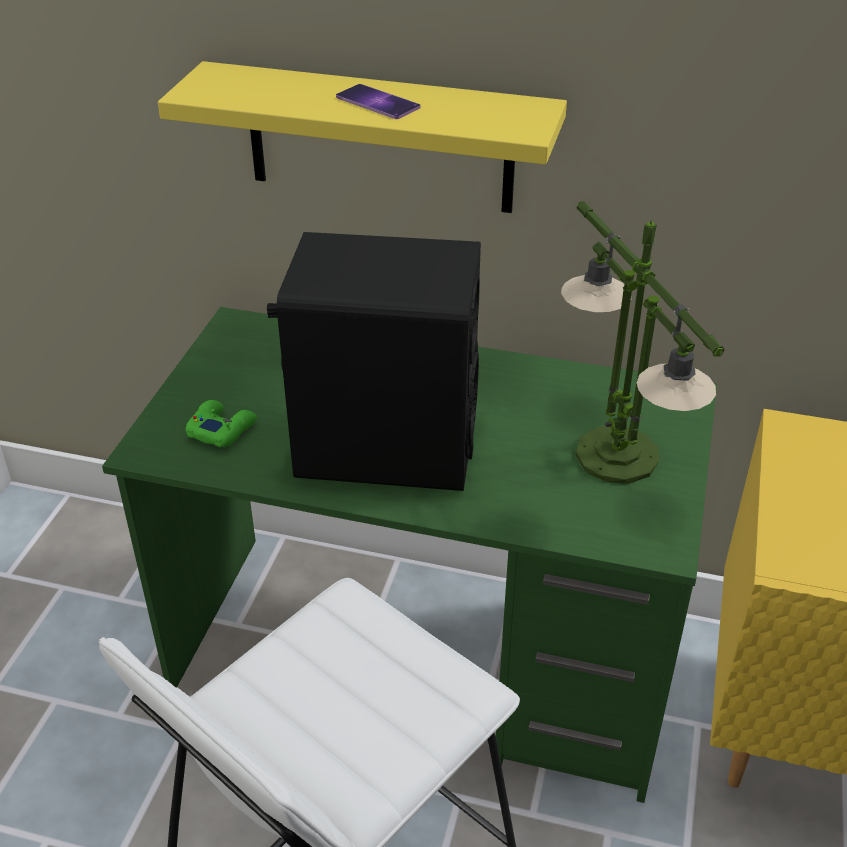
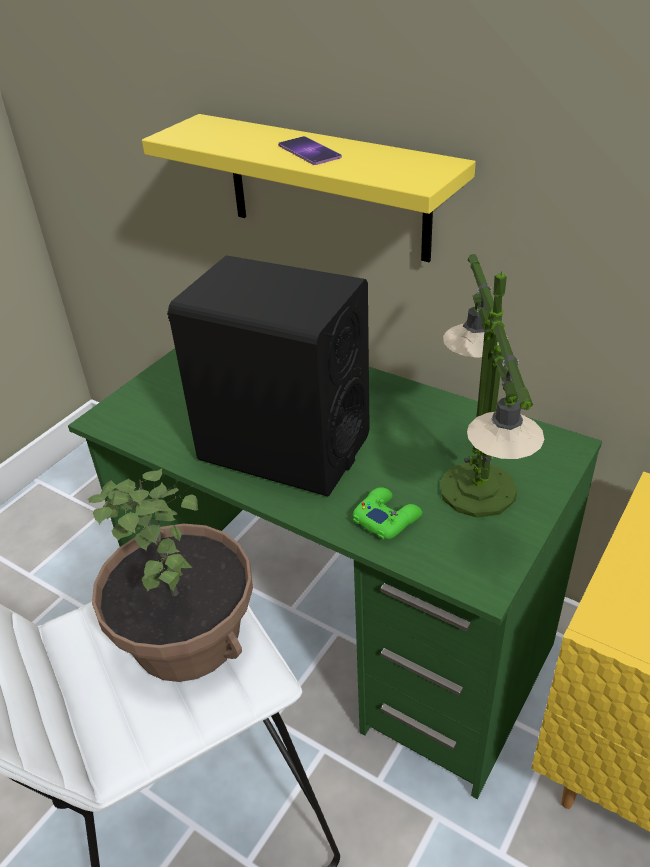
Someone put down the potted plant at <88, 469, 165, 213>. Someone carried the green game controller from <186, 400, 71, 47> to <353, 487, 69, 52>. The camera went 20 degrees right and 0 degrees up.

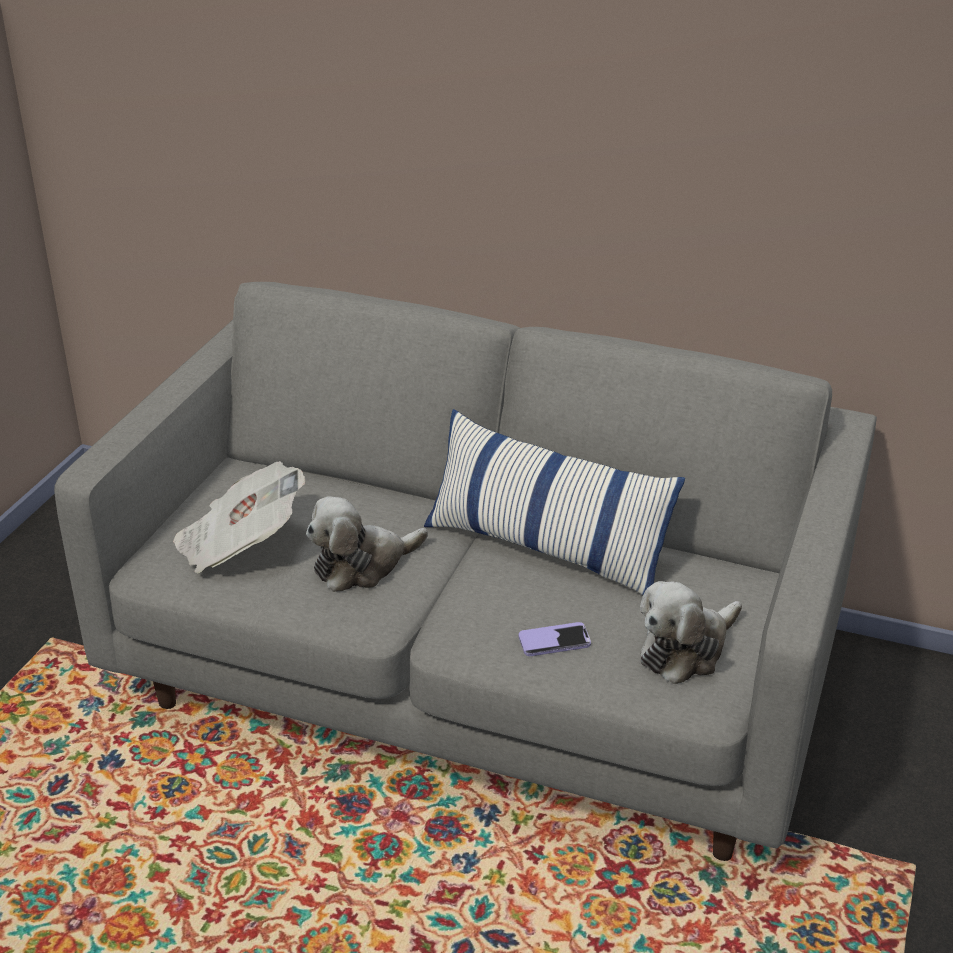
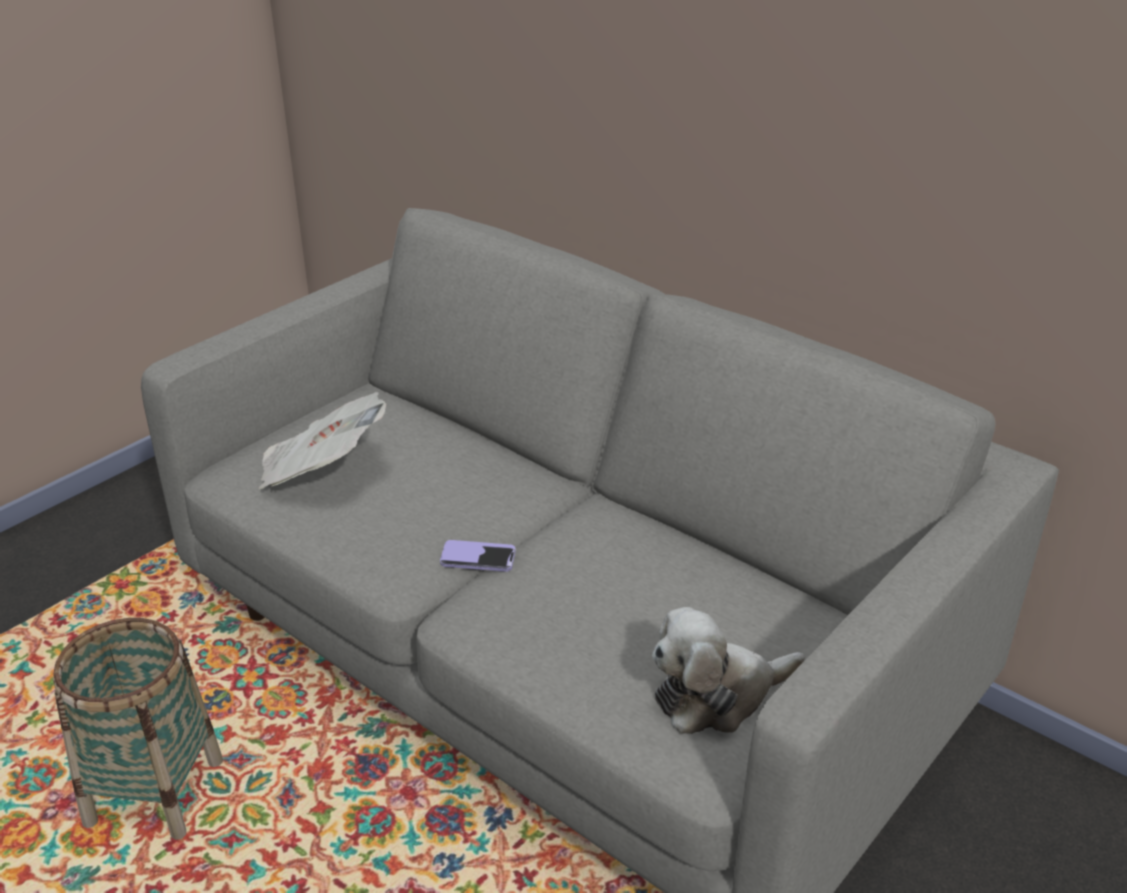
Someone put down the basket at <53, 618, 170, 222>. Someone carried the phone from <519, 622, 72, 34> to <440, 540, 76, 32>. Someone took away the plush toy at <306, 496, 122, 96>. Someone took away the pillow at <424, 409, 261, 186>. The camera went 20 degrees right and 0 degrees up.

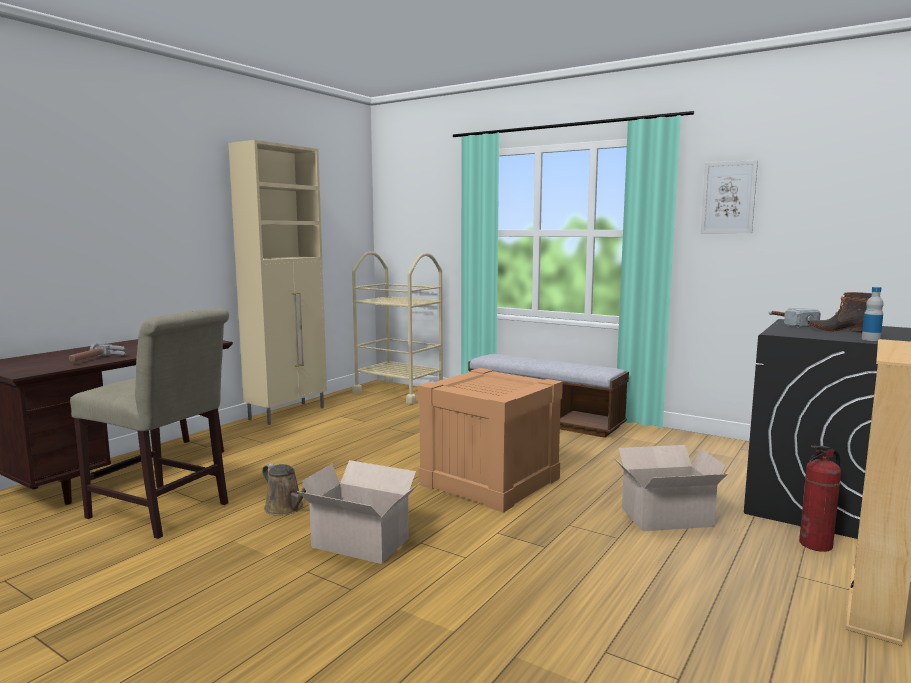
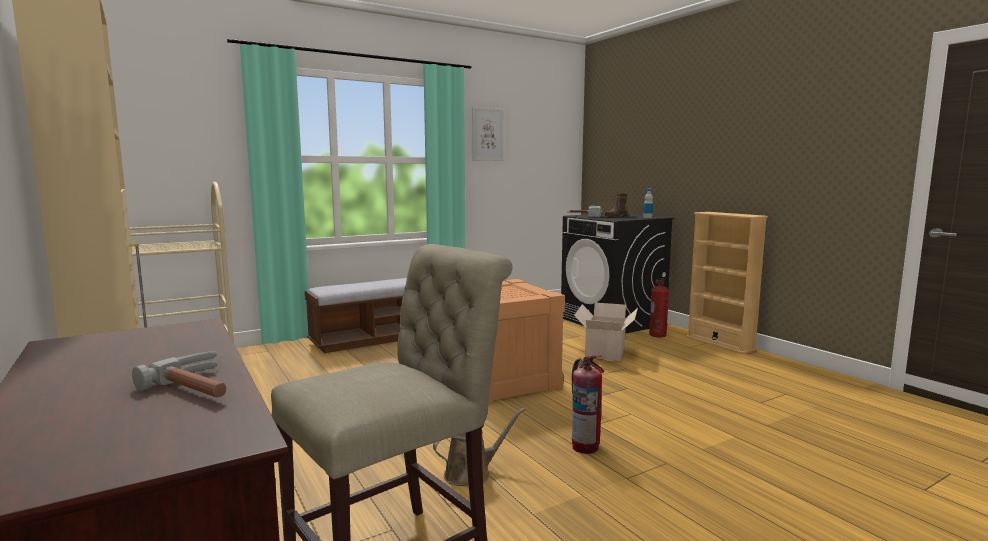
Someone swapped the cardboard box at <297, 460, 123, 104> for the fire extinguisher at <571, 355, 34, 99>. The camera went 65 degrees left and 0 degrees up.

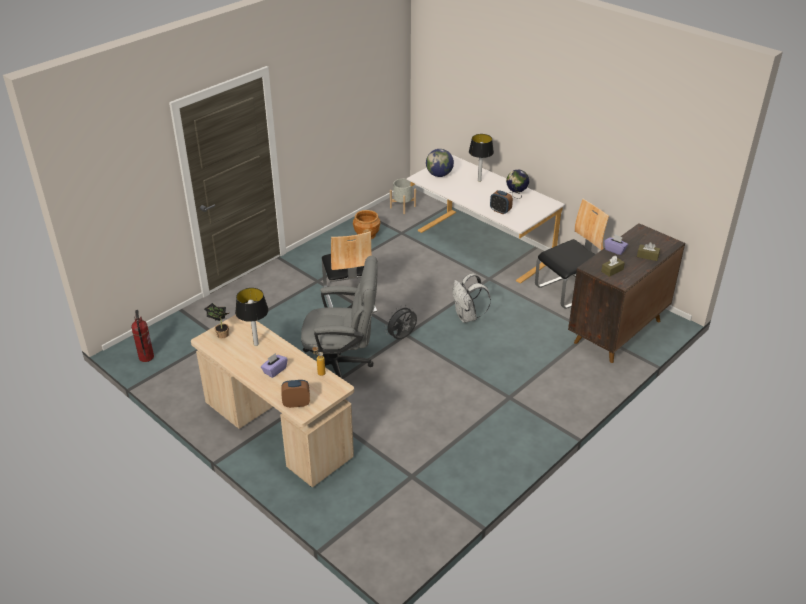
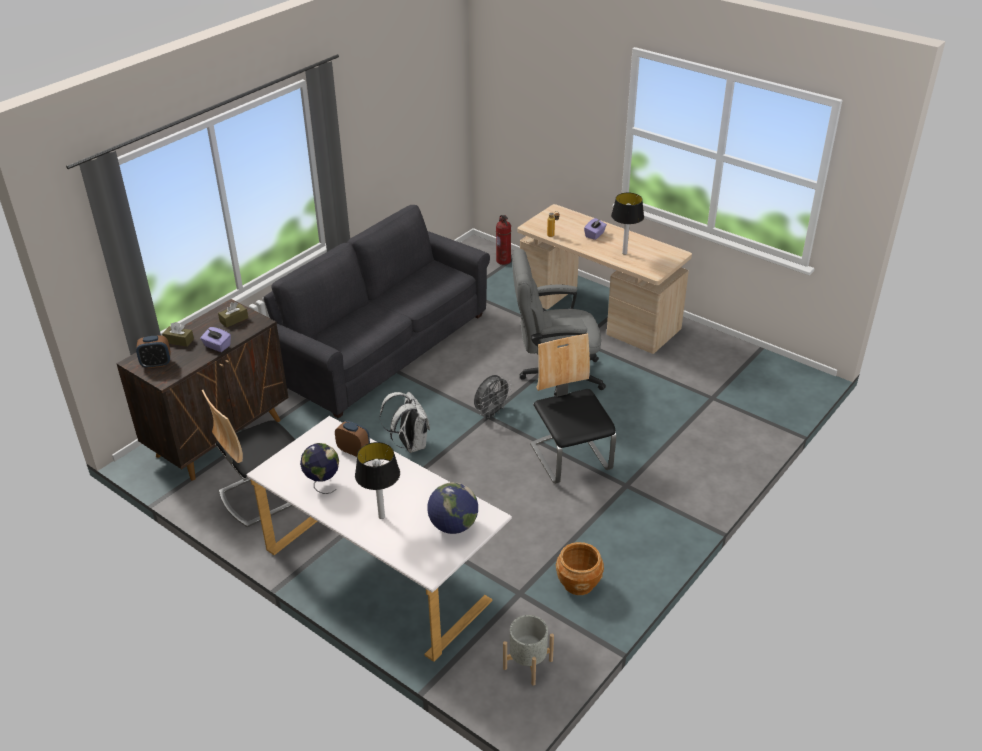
Someone carried the alarm clock from <281, 380, 29, 28> to <136, 336, 35, 32>. Someone put down the grey sofa at <263, 205, 227, 214>. Someone carried the fire extinguisher from <131, 310, 23, 52> to <496, 215, 15, 50>. Someone took away the potted plant at <204, 303, 25, 35>. The camera went 175 degrees right and 0 degrees up.

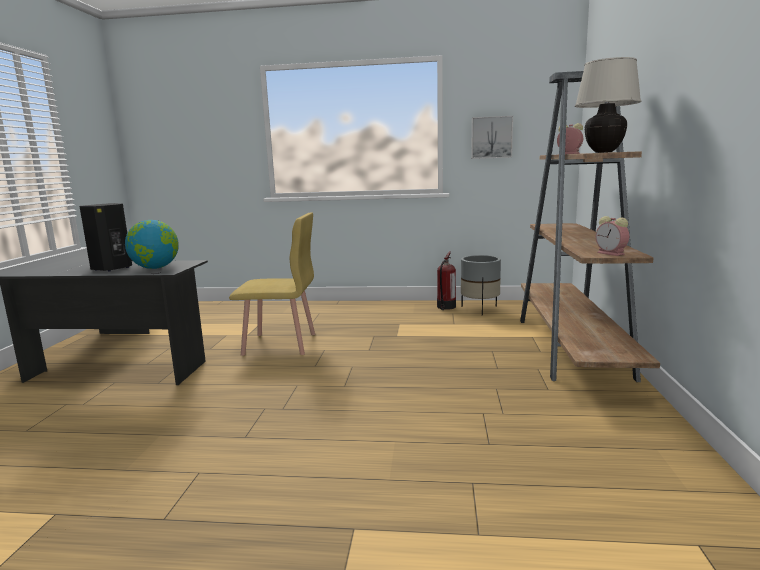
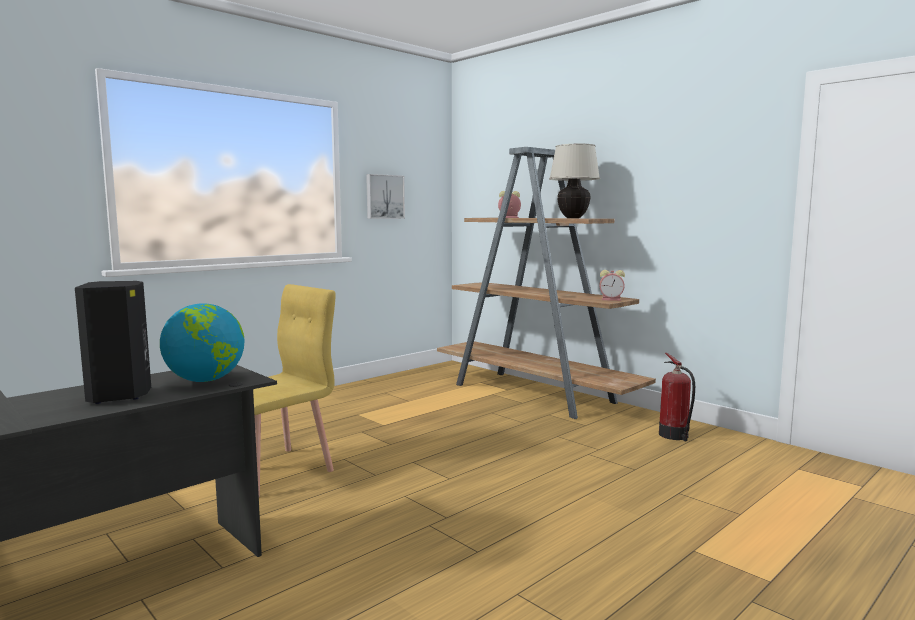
Someone carried the fire extinguisher from <437, 251, 19, 59> to <659, 353, 36, 88>. Someone took away the grey planter at <461, 255, 40, 61>. The camera went 50 degrees left and 5 degrees down.

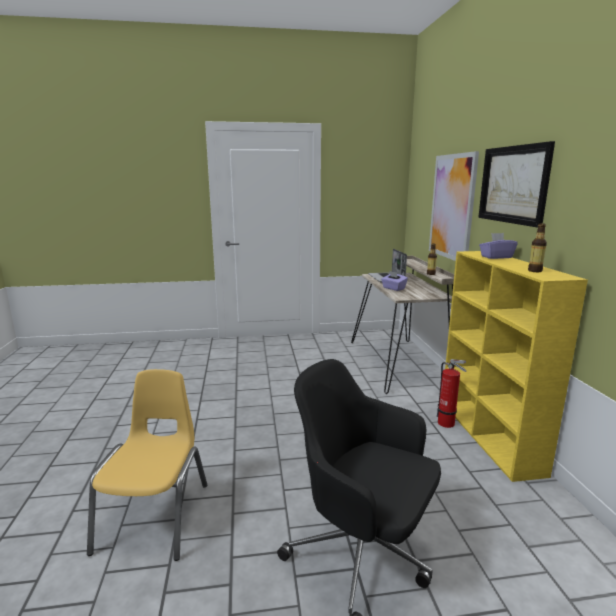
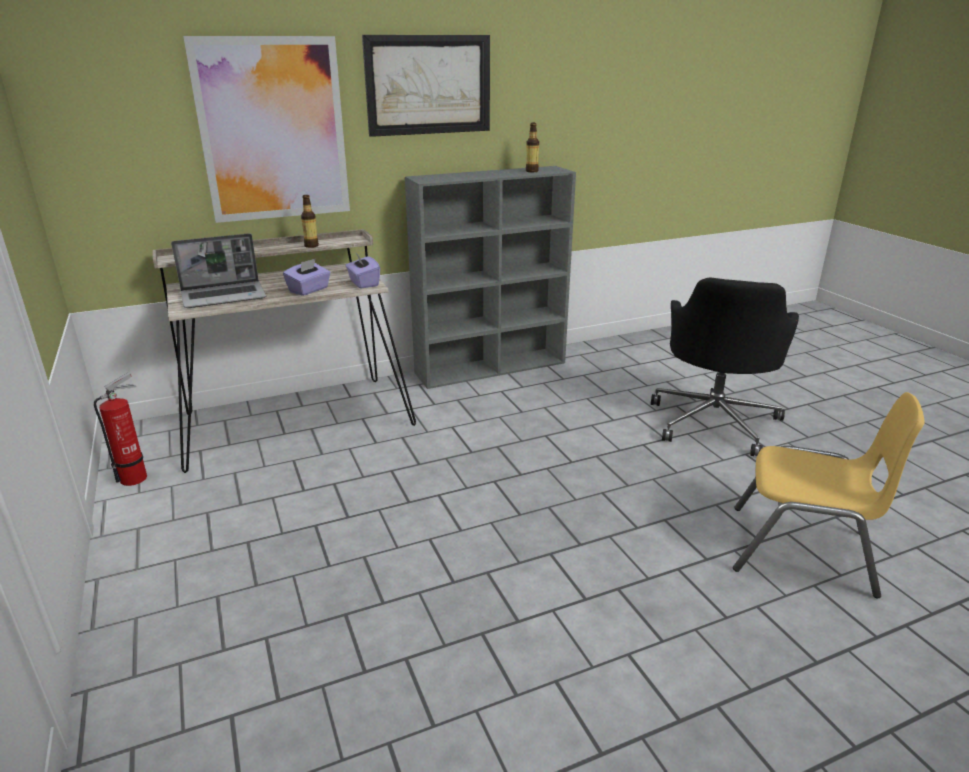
Someone carried the fire extinguisher from <437, 359, 30, 69> to <94, 372, 53, 114>. Someone carried the purple tissue box from <479, 233, 39, 26> to <346, 253, 34, 36>. Someone repainted the yellow bookcase at <445, 251, 143, 231>, which became the grey bookcase at <405, 166, 171, 223>. Someone rotated the yellow chair at <87, 369, 120, 192> by 150 degrees counterclockwise. The camera went 105 degrees left and 10 degrees up.

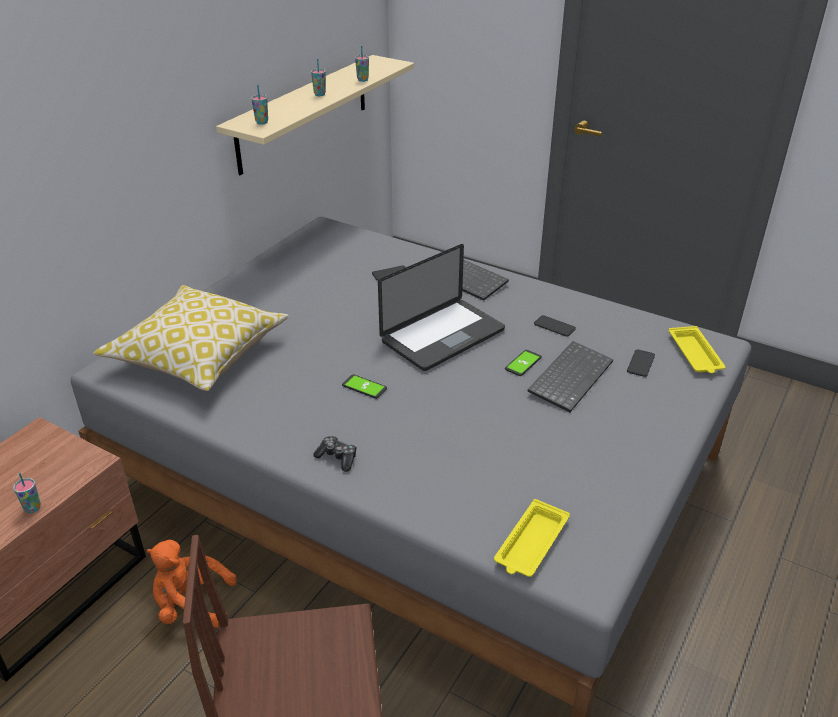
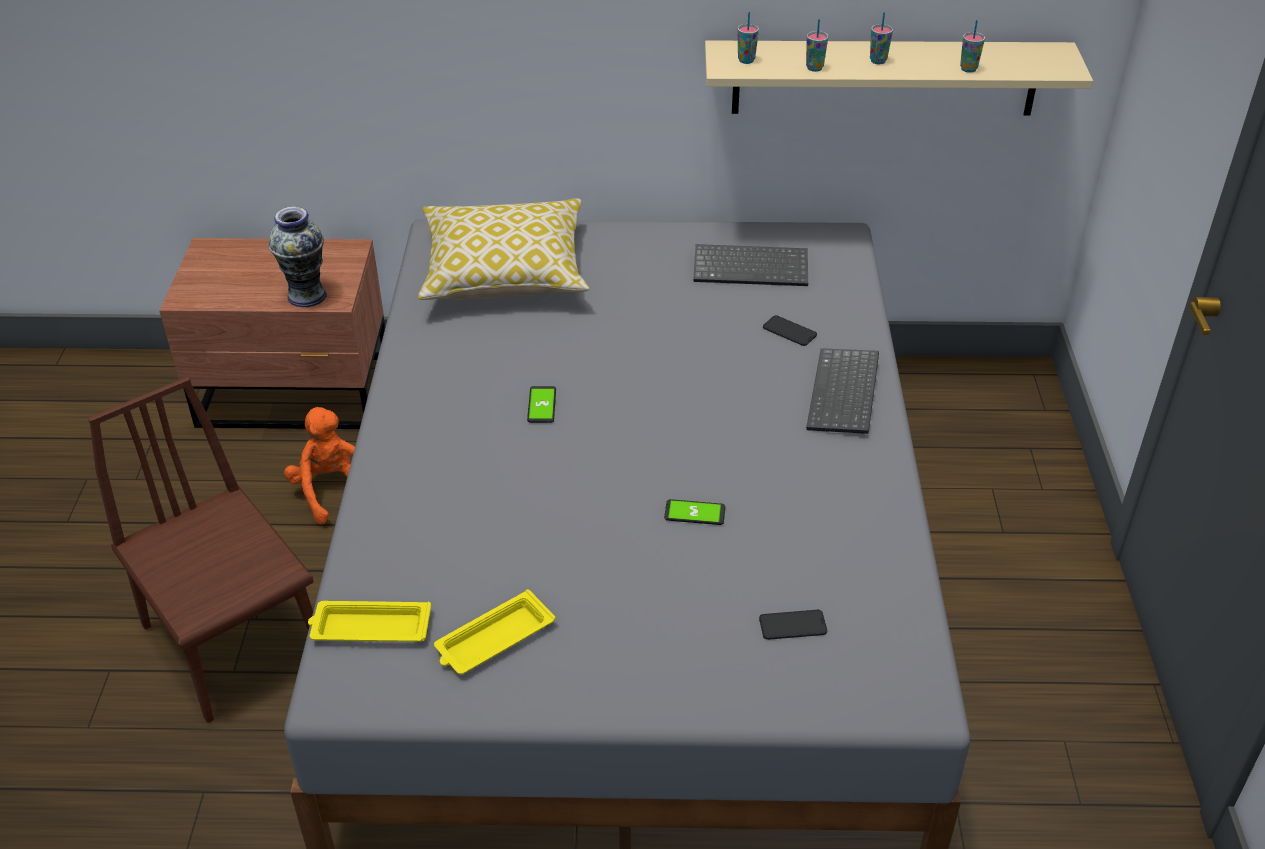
Someone put down the vase at <269, 207, 58, 100>. Someone carried the yellow tray from <669, 326, 56, 47> to <434, 590, 121, 84>. Someone carried the keyboard from <527, 341, 86, 71> to <693, 244, 115, 42>. Someone carried the cup from <13, 473, 28, 40> to <806, 19, 22, 53>. Someone took away the game controller at <313, 436, 43, 36>. Someone took away the laptop at <378, 244, 127, 127>. Someone took away the phone at <534, 315, 42, 21>. The camera went 60 degrees right and 5 degrees up.

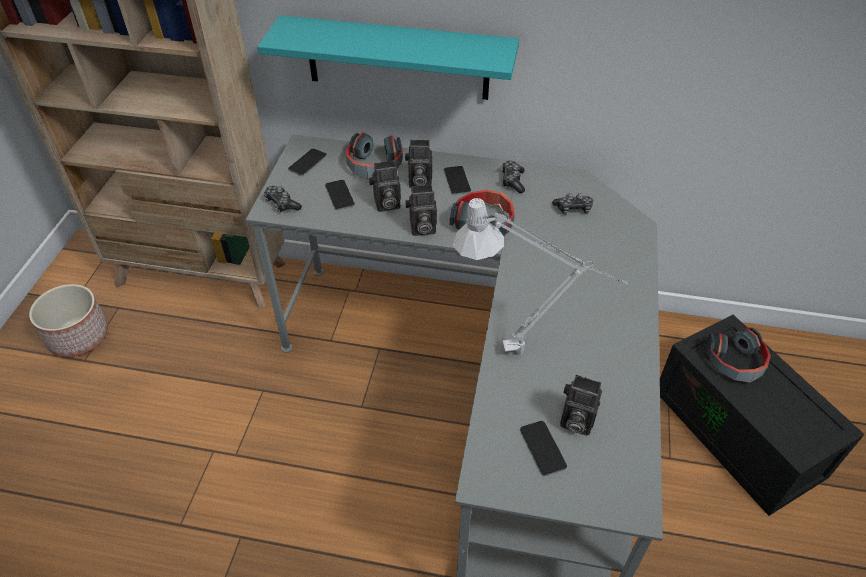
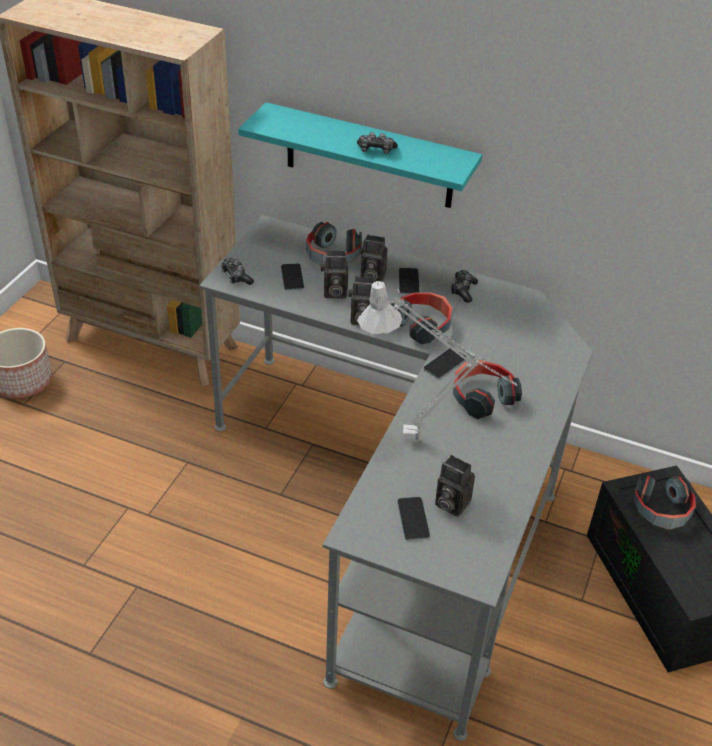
Someone carried the game controller from <552, 193, 41, 22> to <357, 132, 41, 22>. Someone carried the phone from <288, 148, 39, 28> to <424, 348, 43, 31>. Someone put down the headphones at <453, 360, 69, 59>. The camera went 10 degrees right and 5 degrees down.

